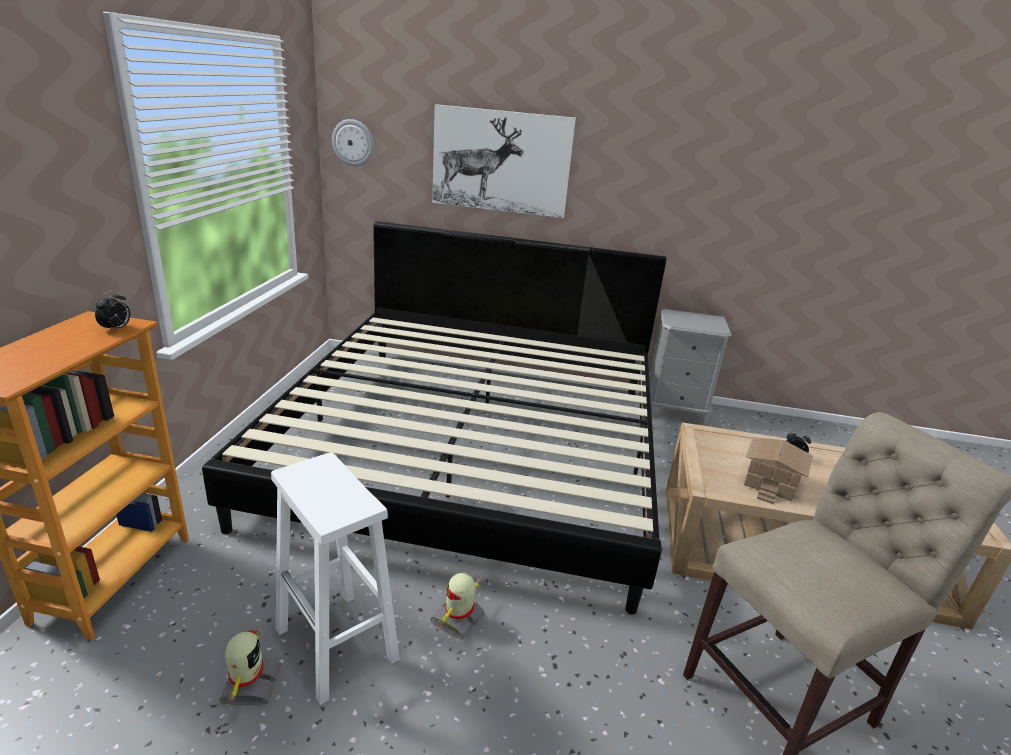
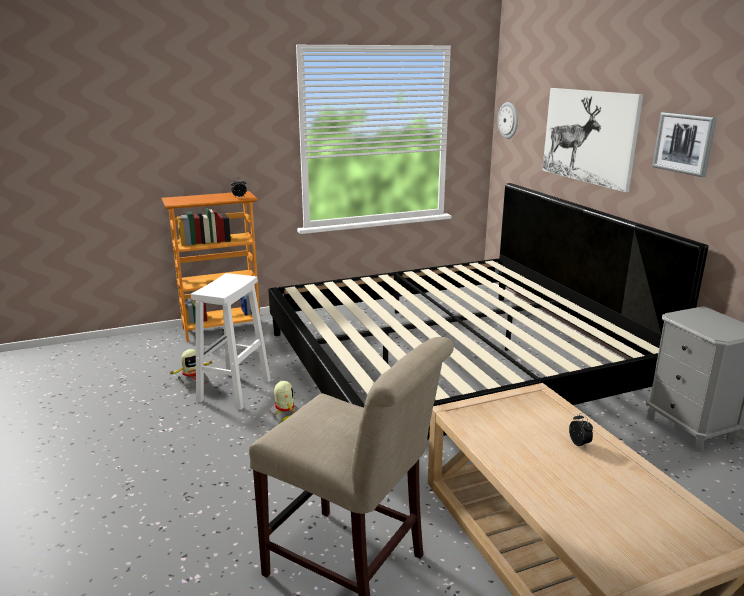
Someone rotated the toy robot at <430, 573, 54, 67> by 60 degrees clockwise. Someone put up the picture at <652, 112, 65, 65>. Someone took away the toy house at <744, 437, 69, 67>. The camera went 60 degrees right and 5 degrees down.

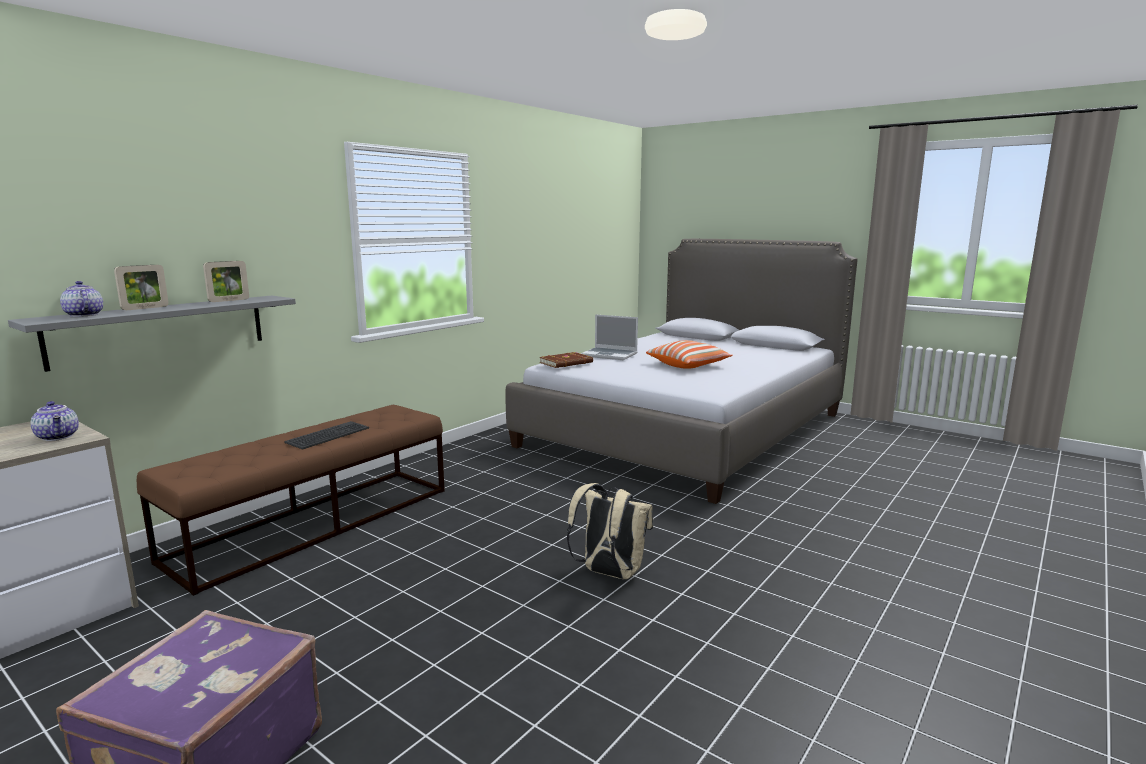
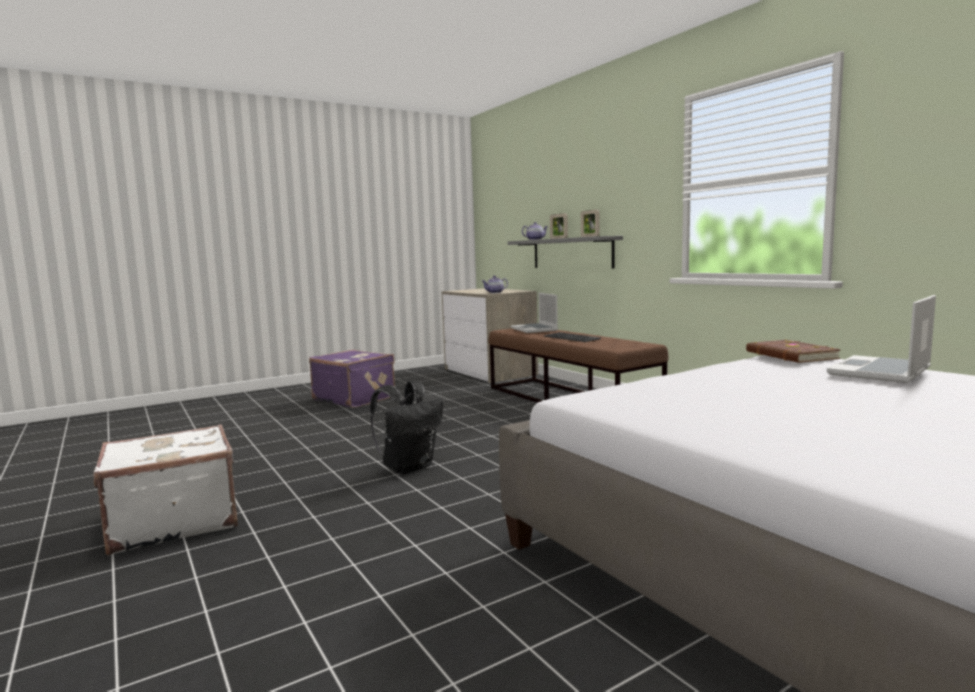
Someone put down the white suitcase at <94, 424, 144, 132>. Someone repainted the beige backpack at <567, 483, 86, 96>, which became the black backpack at <370, 381, 73, 93>. Someone put down the laptop at <511, 293, 47, 40>. Someone took away the pillow at <646, 340, 87, 29>. The camera went 110 degrees right and 5 degrees down.

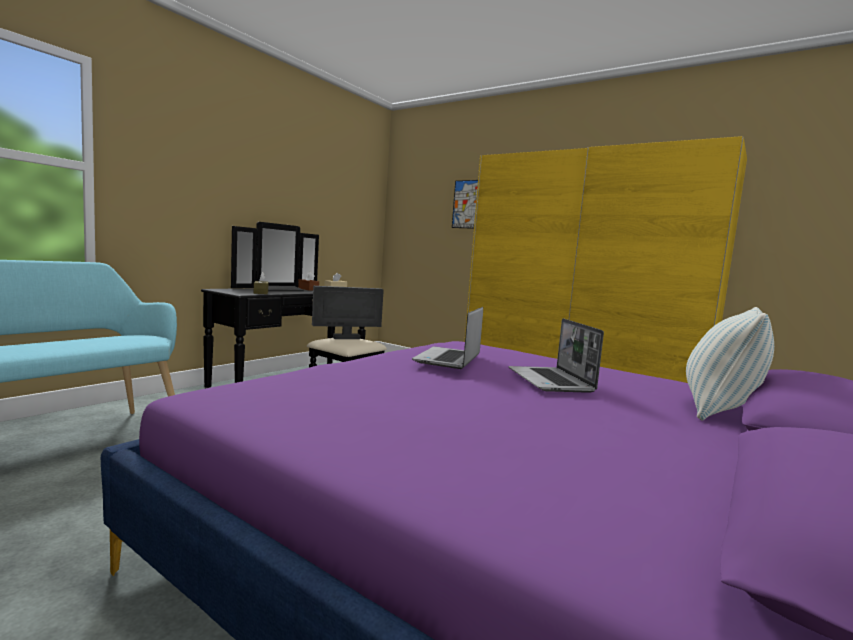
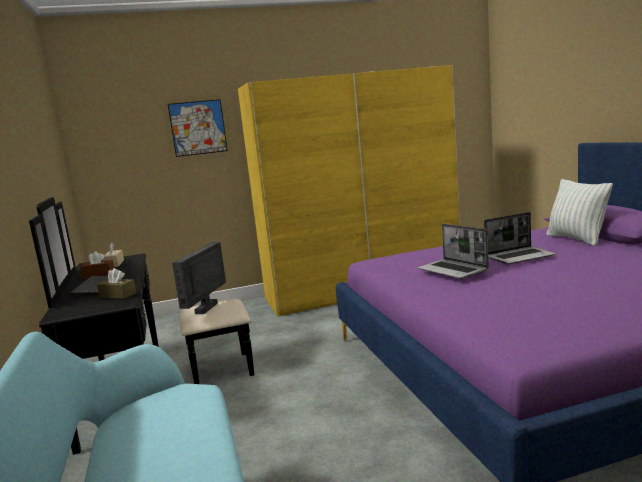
Someone rotated the laptop at <508, 318, 96, 75> by 45 degrees counterclockwise. The camera went 50 degrees left and 5 degrees up.

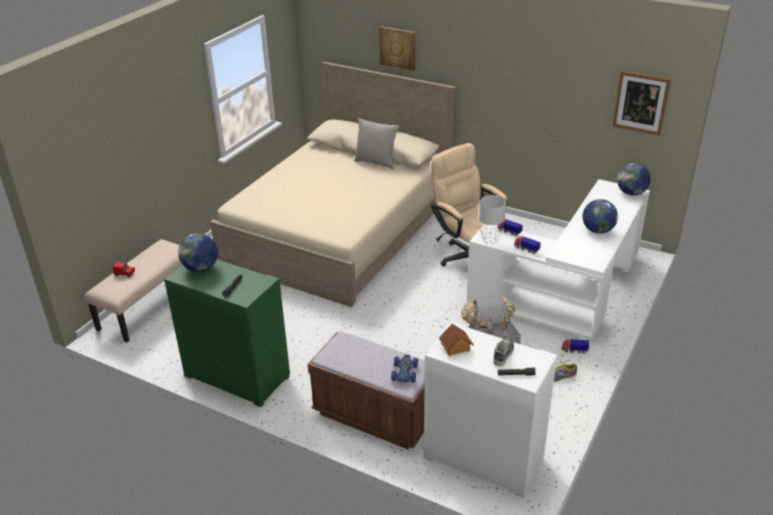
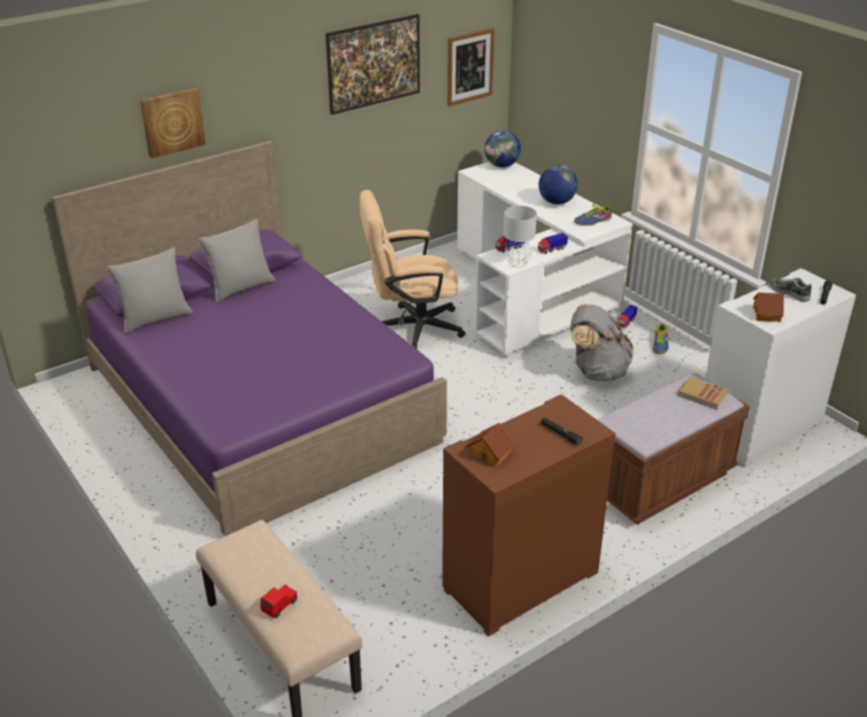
Someone repainted the beige bed at <210, 62, 246, 245>, which became the purple bed at <52, 141, 395, 395>. Someone put down the grey pillow at <106, 248, 87, 86>. Someone put up the picture at <326, 14, 94, 101>. Someone repainted the green cabinet at <164, 259, 126, 148>, which became the brown cabinet at <442, 395, 174, 242>. Someone swapped the globe at <178, 233, 40, 39> for the toy house at <466, 422, 49, 45>. Someone put down the shoe at <574, 202, 38, 24>. Someone swapped the blue toy car at <391, 355, 27, 27> for the book at <677, 376, 52, 33>. The camera went 65 degrees left and 0 degrees up.

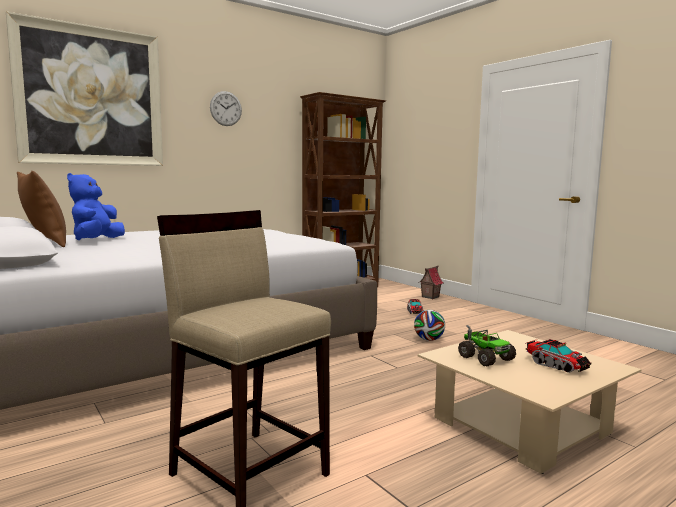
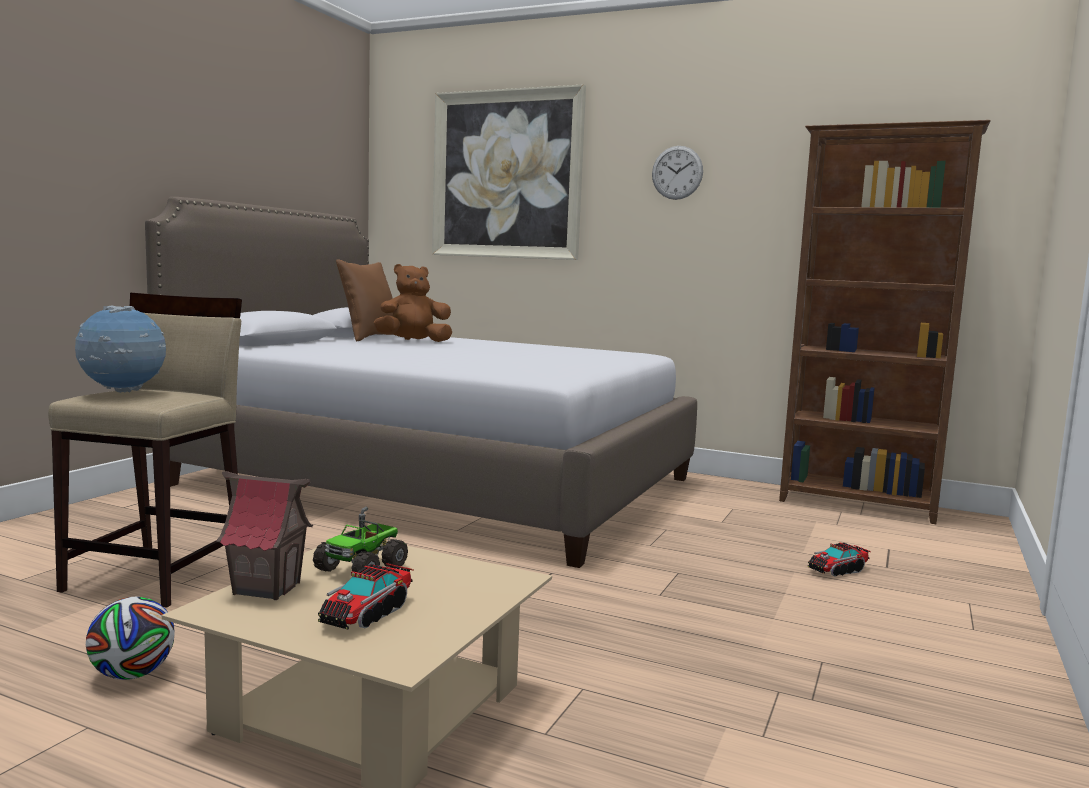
Someone put down the globe at <75, 306, 91, 87>. Someone carried the football from <414, 310, 31, 31> to <86, 597, 89, 83>. Someone carried the toy house from <420, 265, 24, 34> to <216, 471, 97, 129>. Someone repainted the blue plush toy at <67, 173, 58, 67>, which became the brown plush toy at <374, 264, 78, 78>. The camera went 60 degrees right and 0 degrees up.

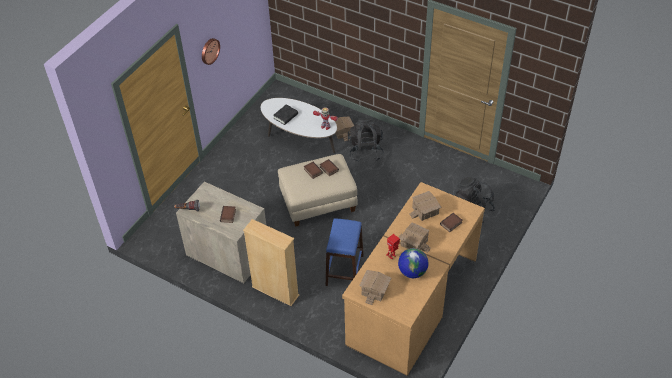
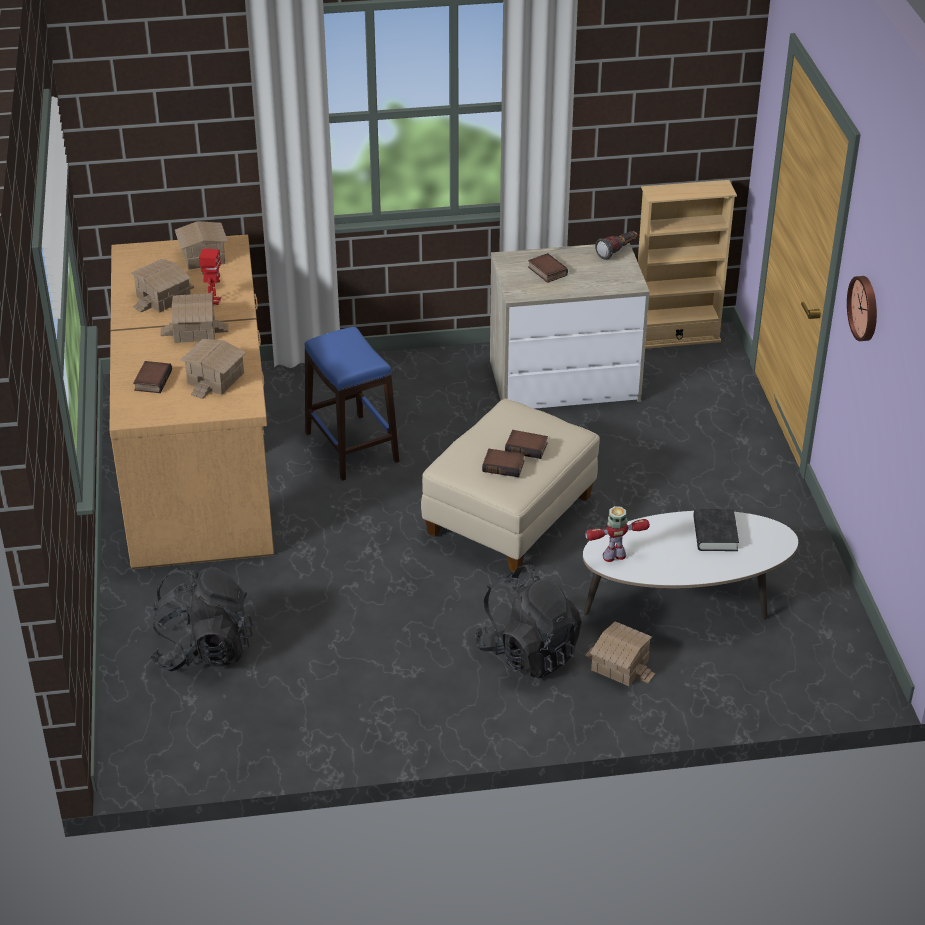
Someone swapped the globe at <398, 248, 31, 30> for the toy house at <131, 259, 63, 53>. Someone carried the beige bookcase from <243, 219, 57, 87> to <638, 180, 99, 169>. The camera went 140 degrees right and 10 degrees down.

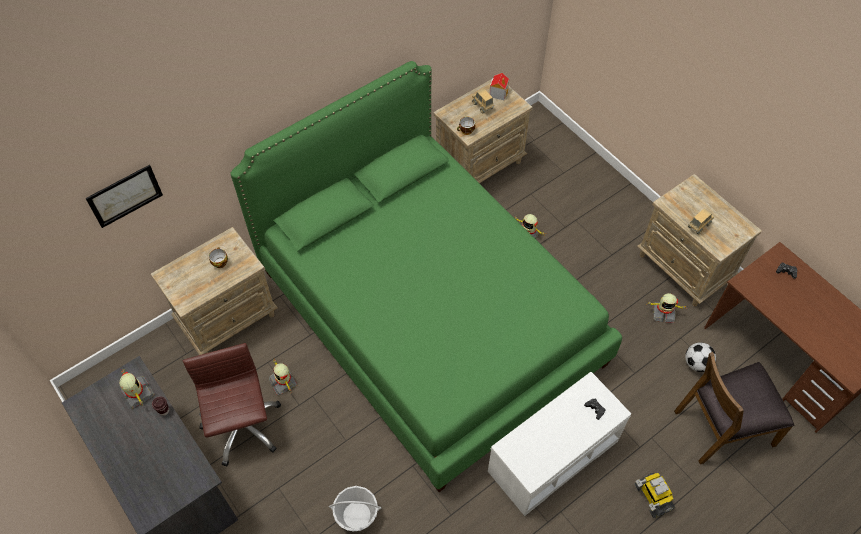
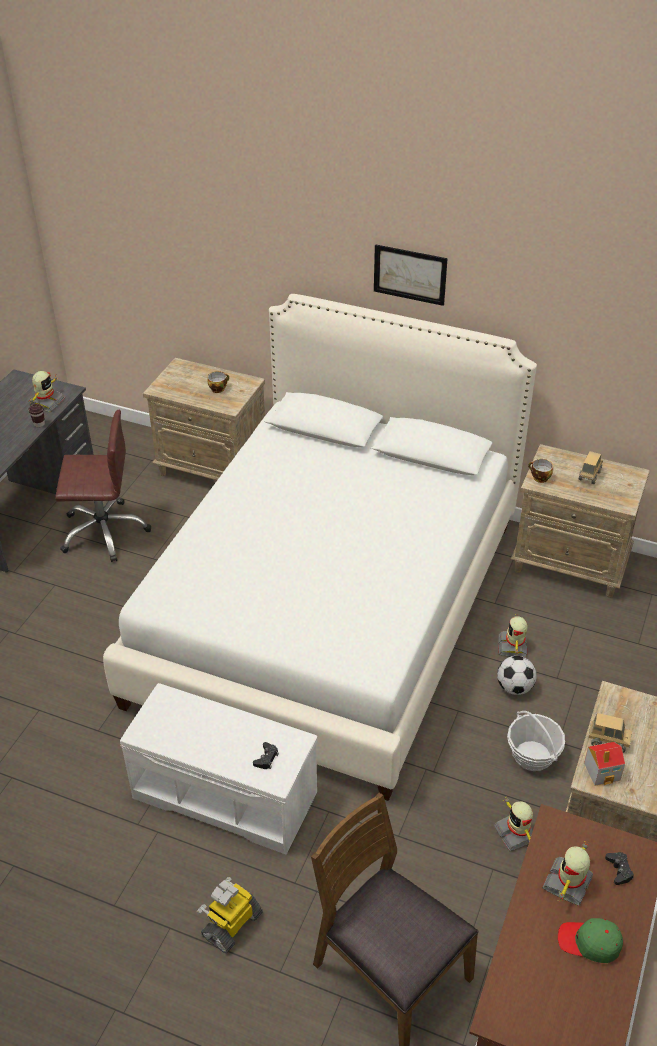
Someone rotated the brown office chair at <183, 343, 98, 123> by 45 degrees clockwise. Someone repainted the green bed at <231, 61, 391, 431>, which became the white bed at <103, 294, 434, 507>. Someone carried the picture from <85, 165, 78, 63> to <374, 244, 74, 62>. Someone carried the football from <685, 342, 31, 30> to <497, 656, 40, 39>. Someone carried the basket from <329, 486, 52, 46> to <507, 711, 58, 60>. Someone carried the toy robot from <268, 358, 29, 37> to <542, 842, 51, 64>. Someone put down the green cap at <558, 918, 65, 45>. Someone carried the toy house from <489, 73, 20, 27> to <584, 742, 41, 44>. The camera went 60 degrees right and 15 degrees down.

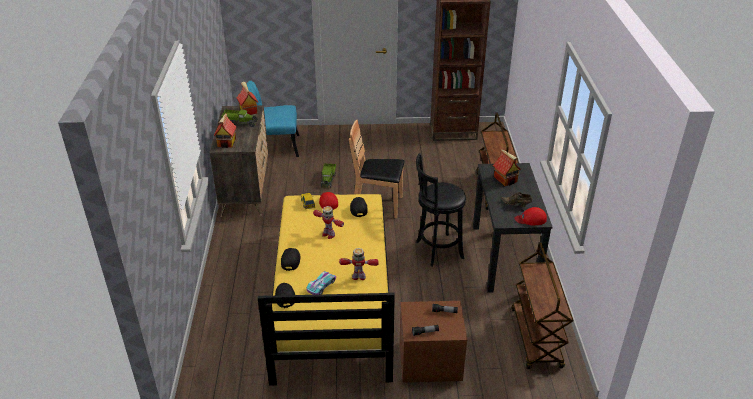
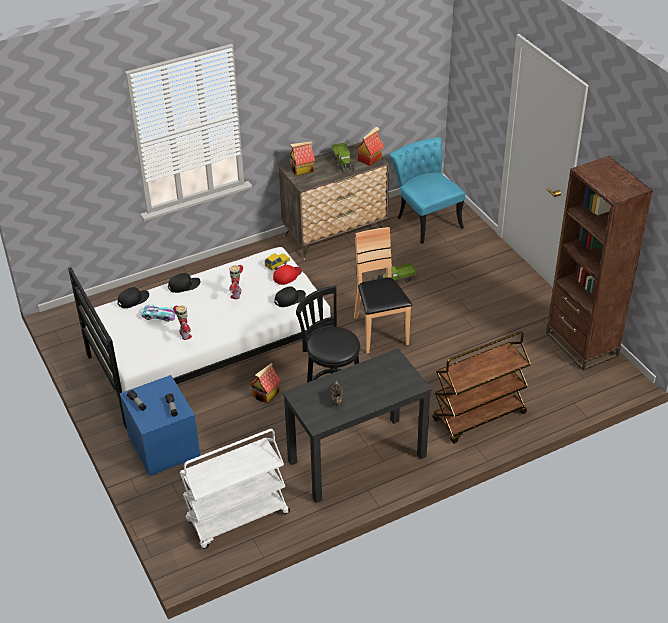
Someone repainted the yellow bed at <258, 194, 137, 192>, which became the white bed at <68, 247, 266, 182>. Someone repainted the brown nightstand at <400, 301, 67, 82>, which became the blue nightstand at <120, 375, 80, 101>. Someone repainted the brown cart at <511, 242, 62, 127>, which became the white cart at <180, 429, 110, 120>. Someone carried the toy house from <493, 149, 28, 37> to <250, 363, 31, 41>. Someone took away the red cap at <515, 207, 32, 18>. The camera went 65 degrees right and 5 degrees up.

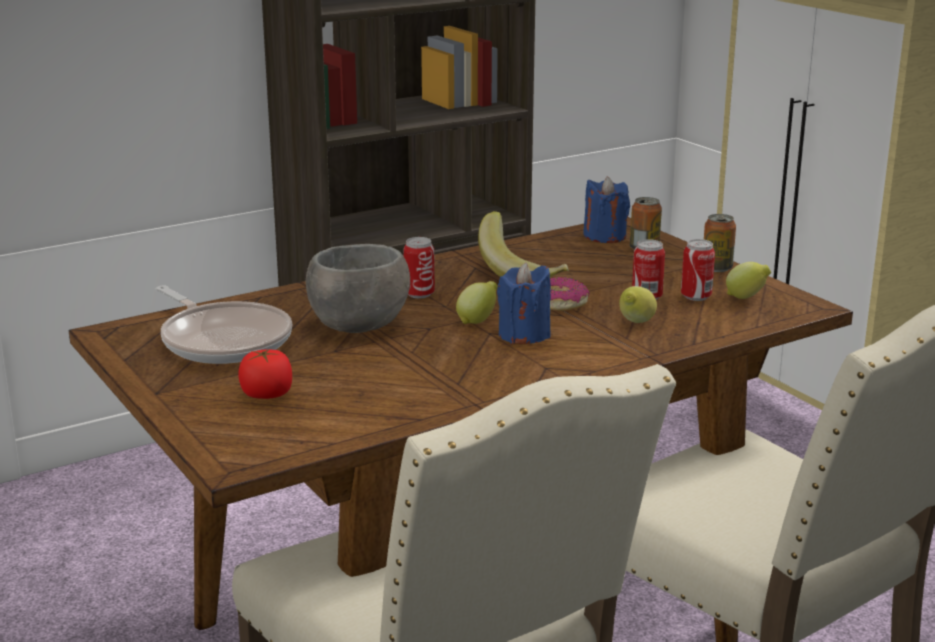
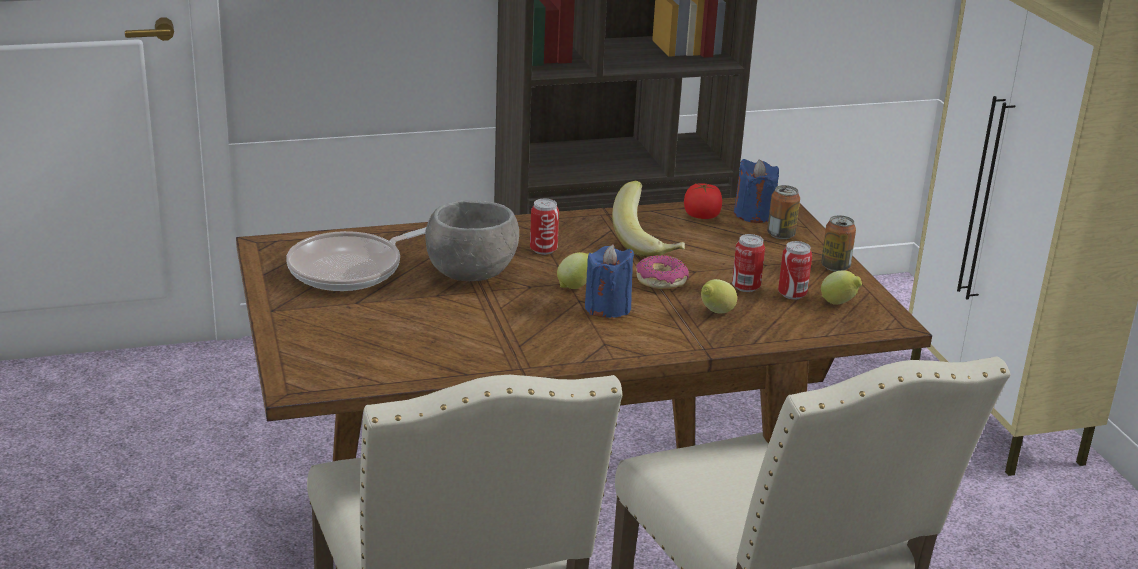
Someone rotated the frying pan at <156, 286, 136, 78> by 75 degrees clockwise. Someone carried the tomato from <239, 349, 53, 50> to <684, 184, 38, 35>. The camera went 15 degrees right and 5 degrees up.

